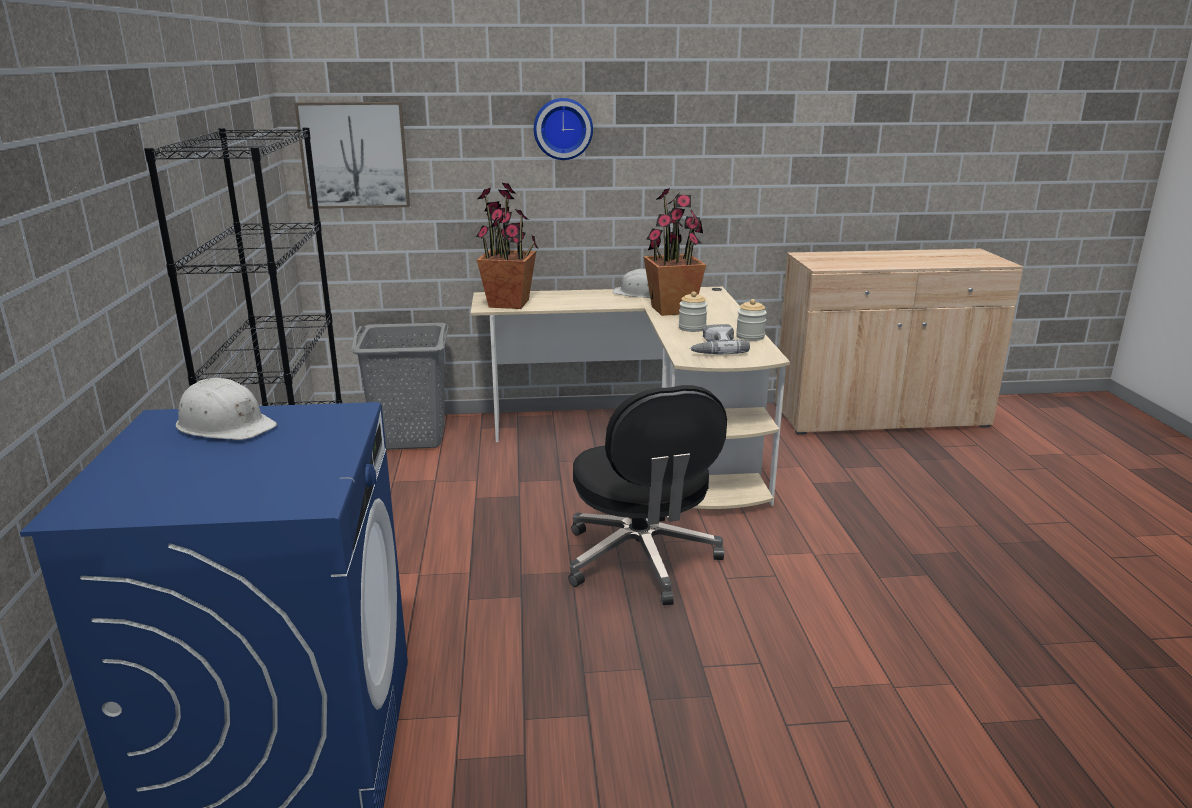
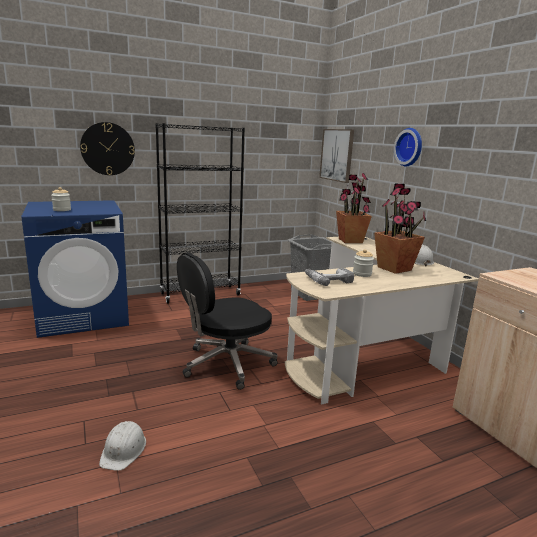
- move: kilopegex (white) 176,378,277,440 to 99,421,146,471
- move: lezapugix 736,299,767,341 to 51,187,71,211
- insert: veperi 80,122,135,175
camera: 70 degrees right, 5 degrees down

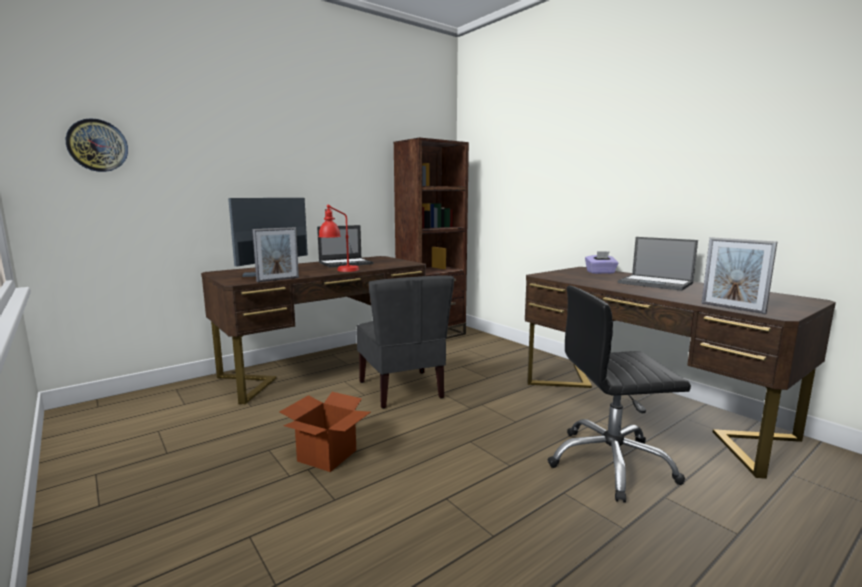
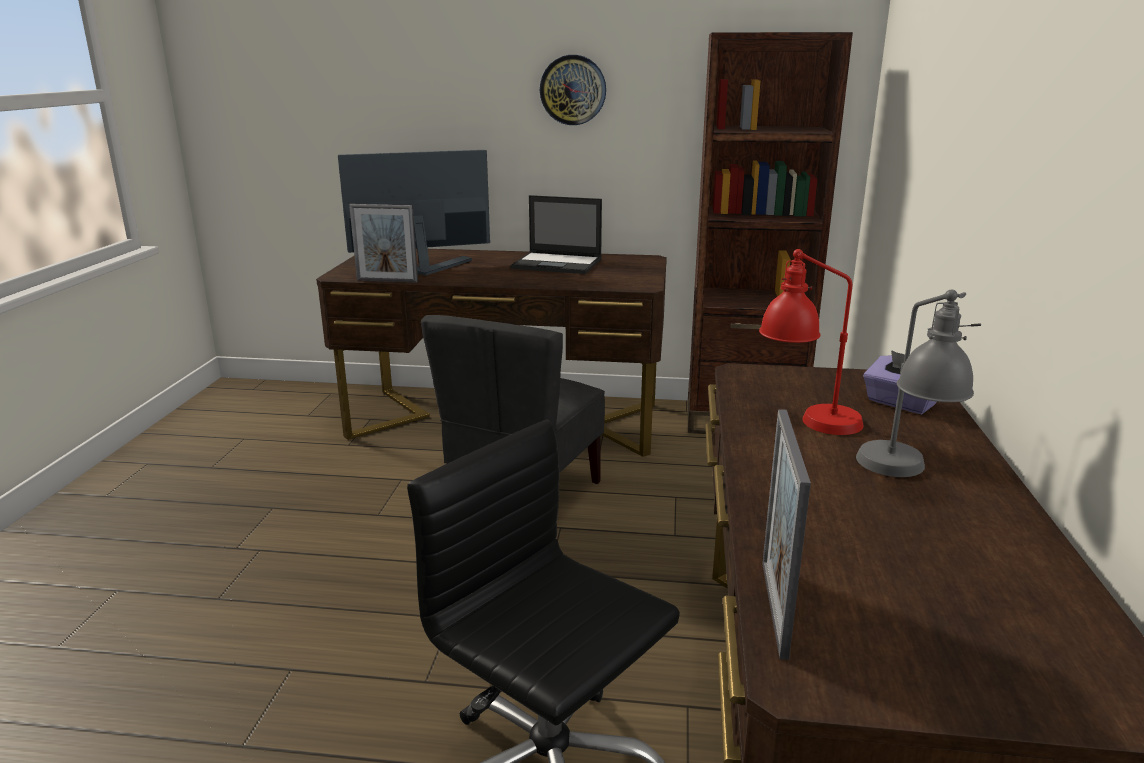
- move: veperi 66,118,128,172 to 540,55,606,125
- delete: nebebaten 279,392,371,472
- move: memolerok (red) 318,205,359,272 to 759,249,864,435
- replace: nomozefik 618,237,698,291 to memolerok (grey) 856,290,981,477
camera: 45 degrees right, 10 degrees up

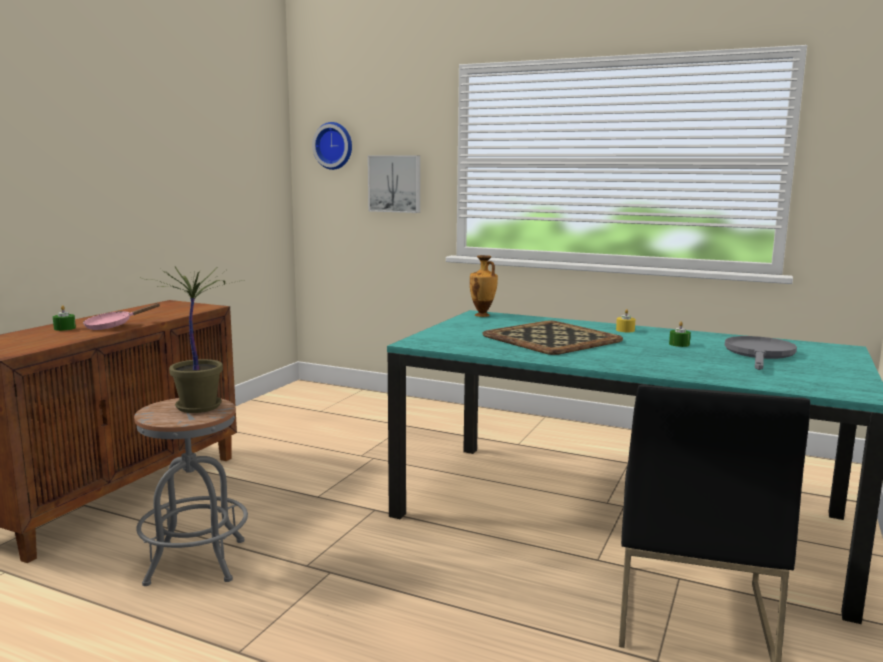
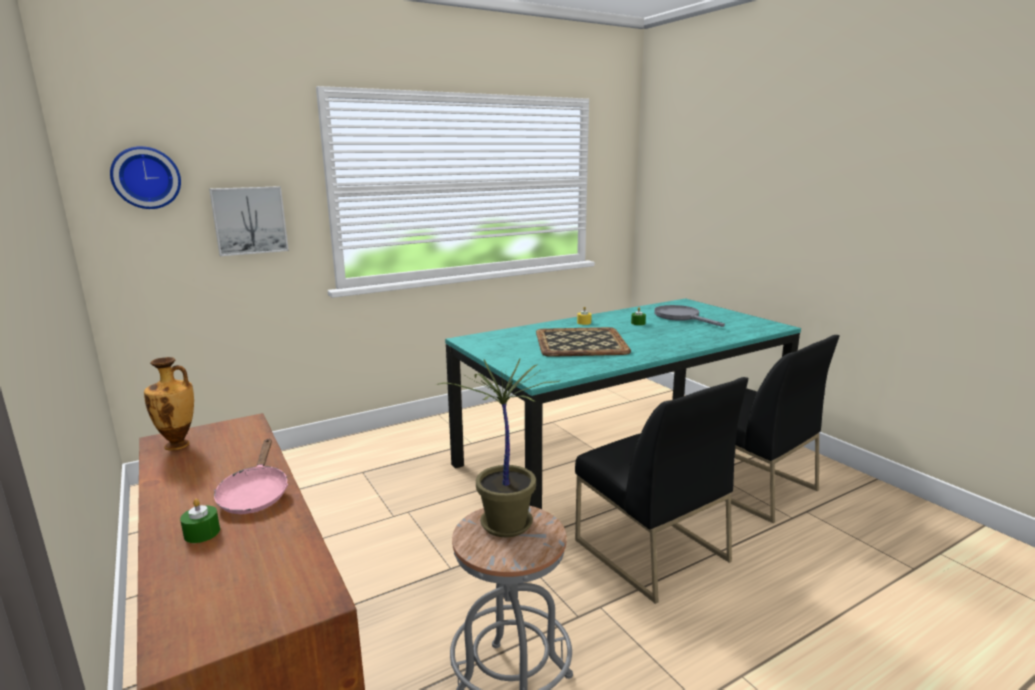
- move: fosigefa 470,255,498,317 to 144,357,194,450
- insert: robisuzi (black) 575,377,749,604
camera: 55 degrees left, 5 degrees up

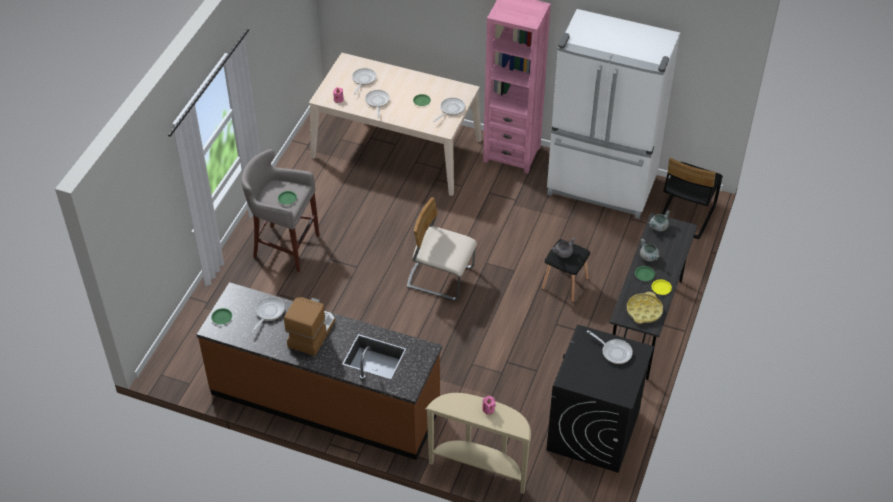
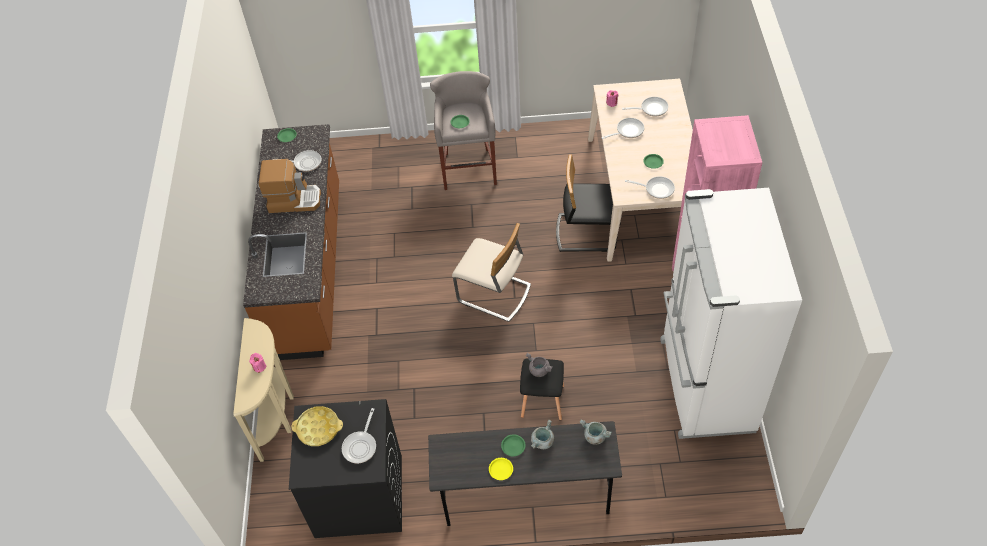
- rotate: robisuzi (beige) 407,197,477,301 = 452,223,531,322 120 degrees clockwise
- move: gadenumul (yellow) 627,292,663,324 to 291,406,343,446
- move: robisuzi (black) 661,158,723,239 to 556,154,621,252
camera: 70 degrees right, 5 degrees up

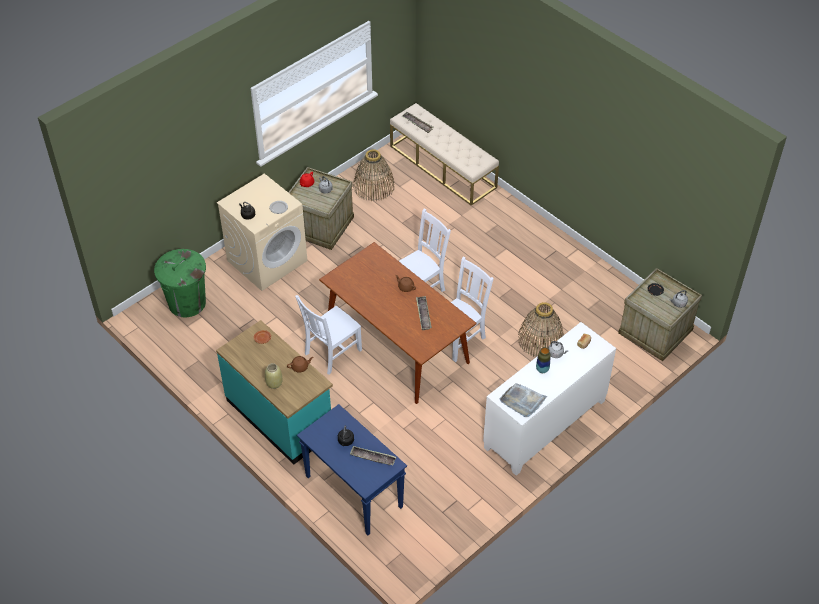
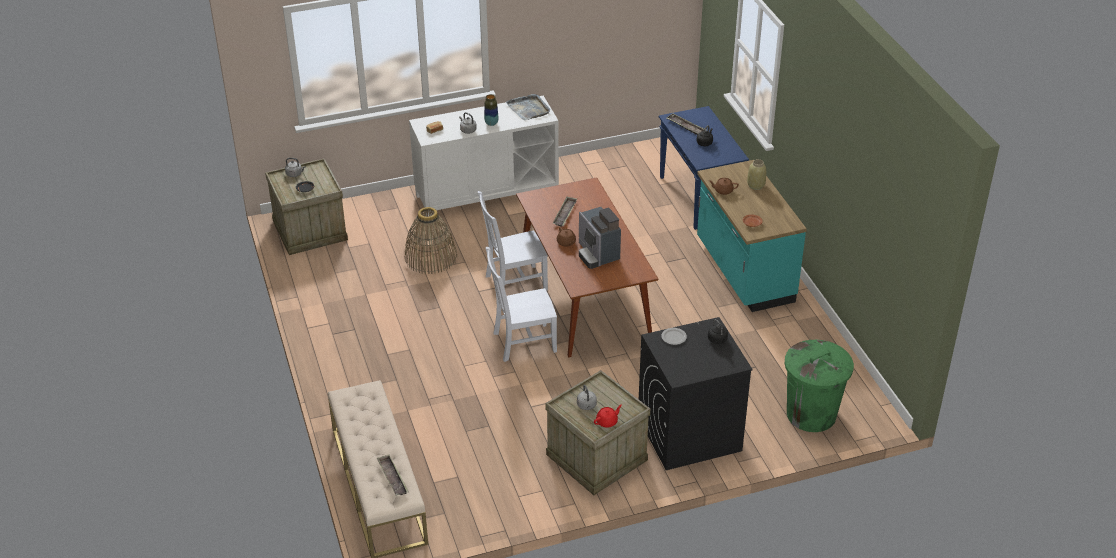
- recolor: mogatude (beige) 217,173,307,291 to mogatude (black) 639,317,753,470
- delete: robisuzi (white) 295,295,362,375
- delete: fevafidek 353,149,395,201
- insert: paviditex 579,207,621,269
camera: 155 degrees left, 10 degrees down

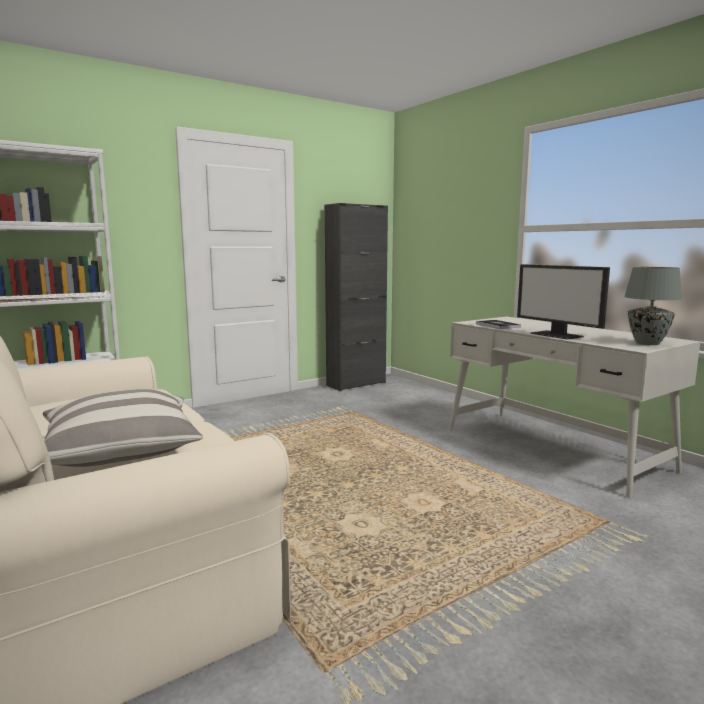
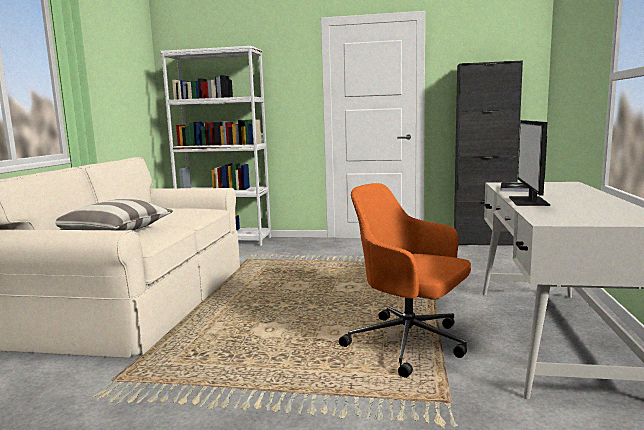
- delete: memolerok (grey) 624,267,682,345
- insert: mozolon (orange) 339,183,471,378
camera: 45 degrees right, 0 degrees up

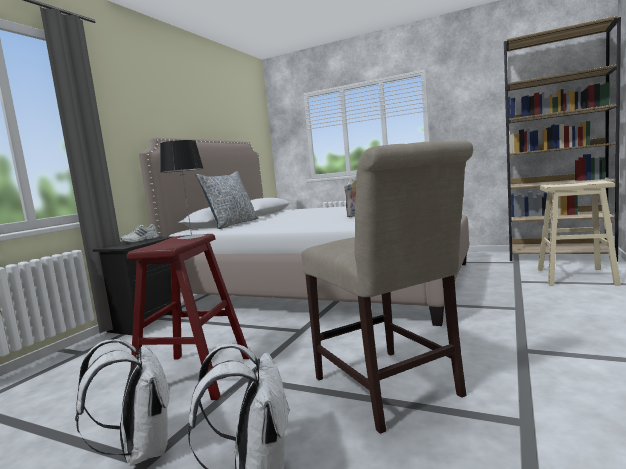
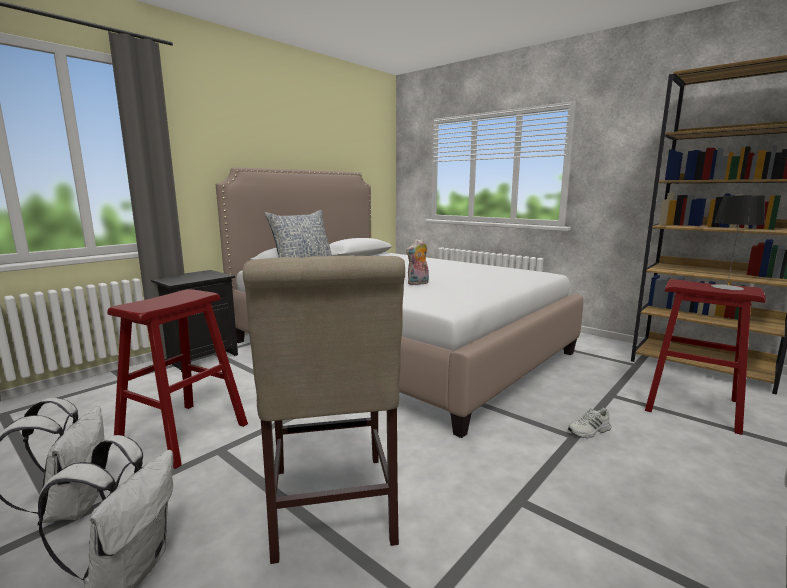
- move: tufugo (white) 121,224,159,243 to 568,408,611,438
- move: memolerok 160,140,206,240 to 711,195,765,291
- recolor: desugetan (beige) 538,181,621,285 to desugetan (red) 645,279,766,435
camera: 15 degrees right, 5 degrees up

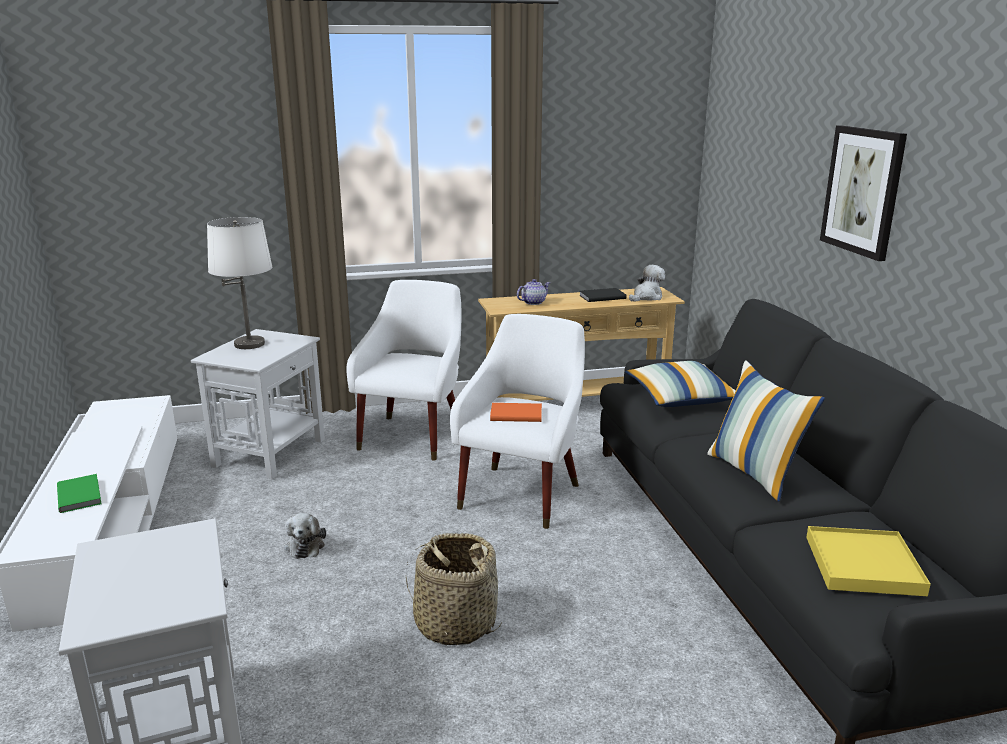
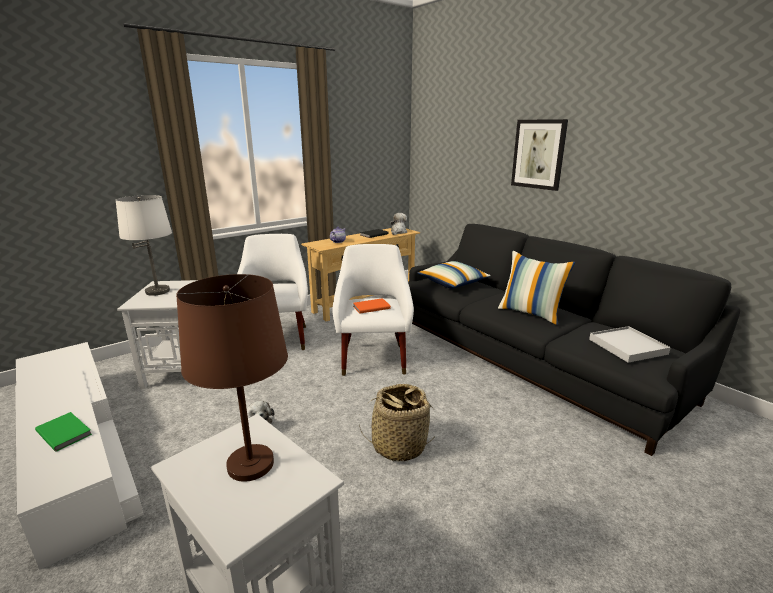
- recolor: gadenumul (yellow) 806,526,931,596 to gadenumul (white) 589,326,671,363
- insert: memolerok (brown) 176,274,288,482
camera: 25 degrees left, 0 degrees up

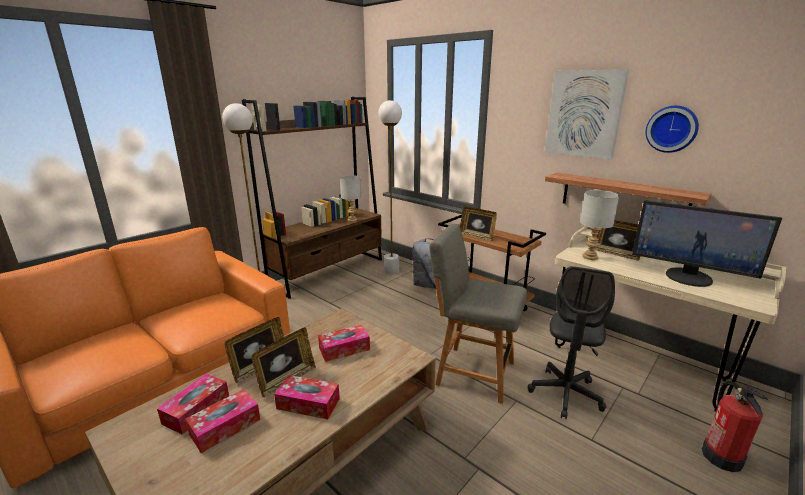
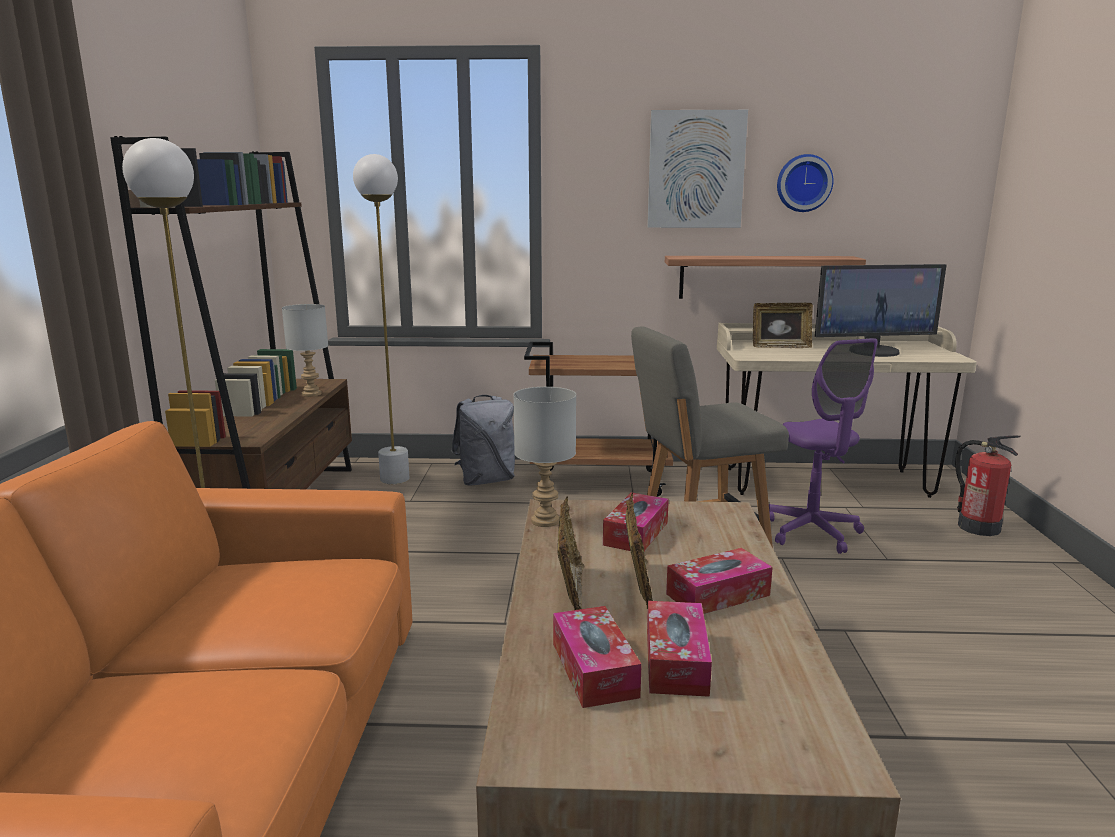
- delete: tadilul 460,206,497,241
- recolor: mozolon (grey) 528,266,615,419 to mozolon (purple) 769,338,877,554
- move: memolerok (grey) 580,190,619,260 to 513,387,576,527
camera: 40 degrees left, 5 degrees down

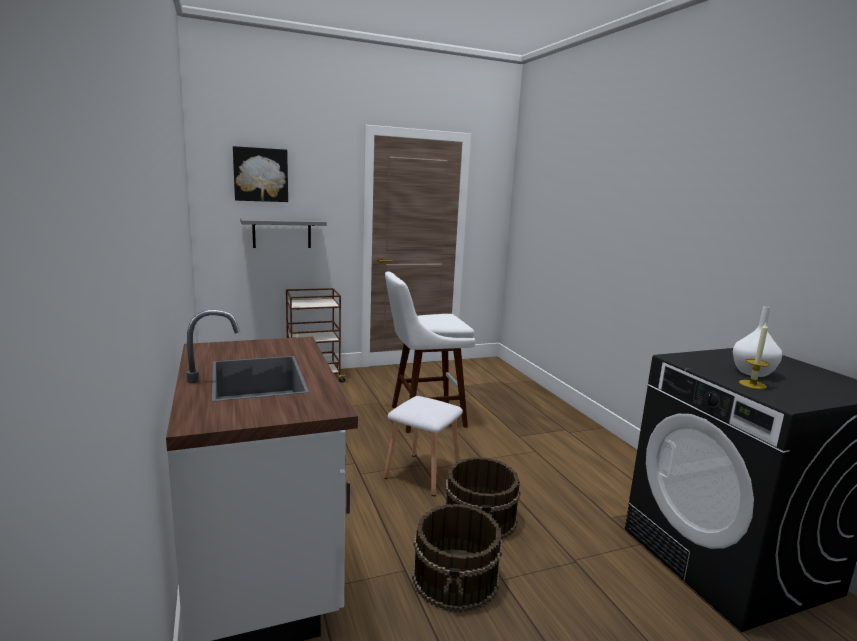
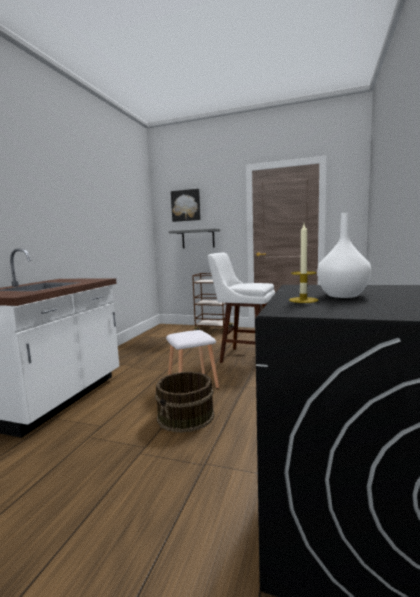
- delete: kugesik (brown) 412,504,502,613
camera: 40 degrees right, 5 degrees down

